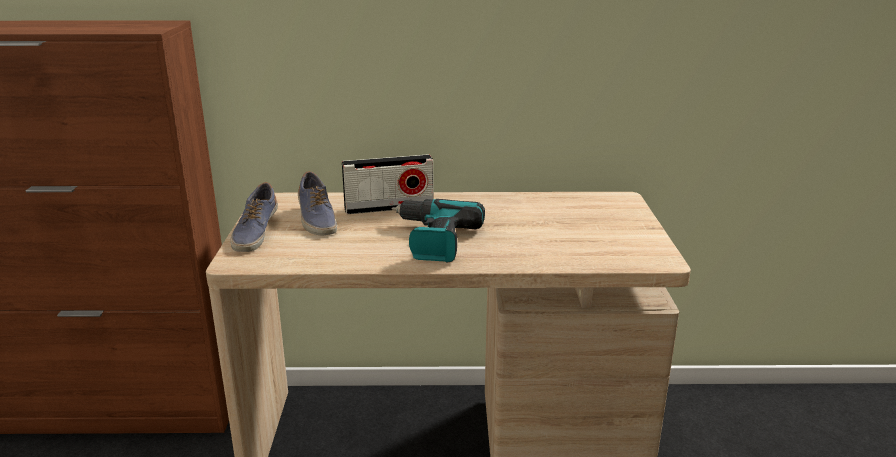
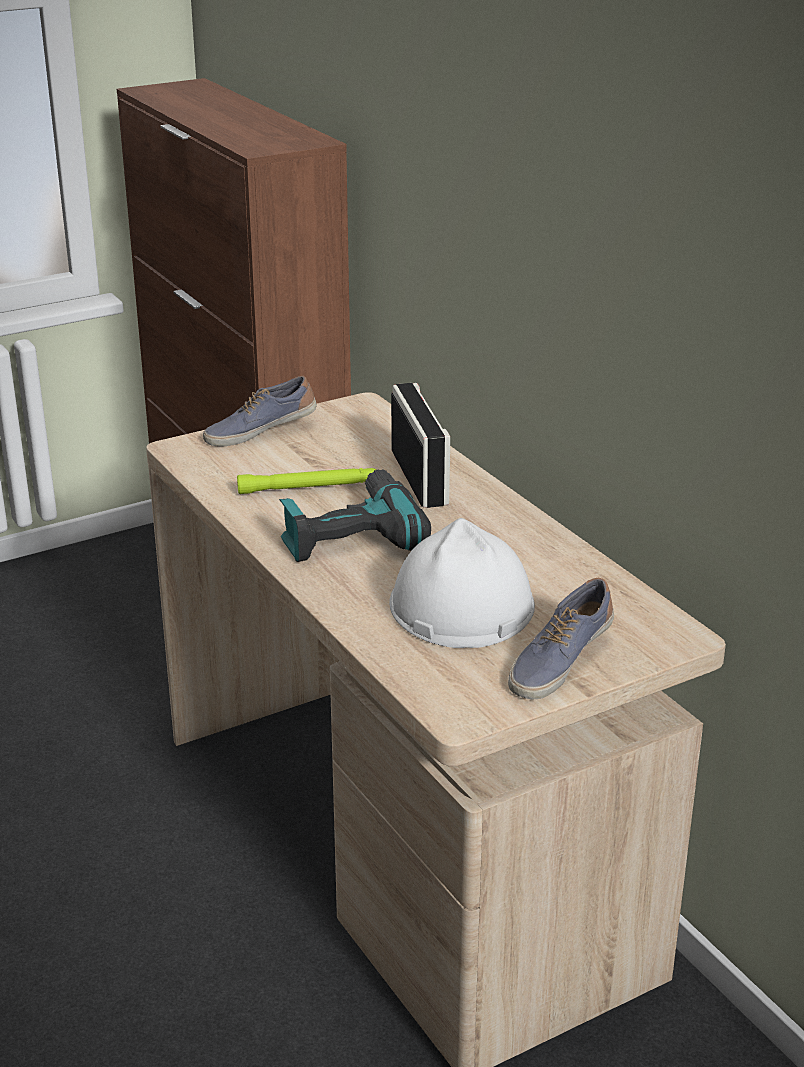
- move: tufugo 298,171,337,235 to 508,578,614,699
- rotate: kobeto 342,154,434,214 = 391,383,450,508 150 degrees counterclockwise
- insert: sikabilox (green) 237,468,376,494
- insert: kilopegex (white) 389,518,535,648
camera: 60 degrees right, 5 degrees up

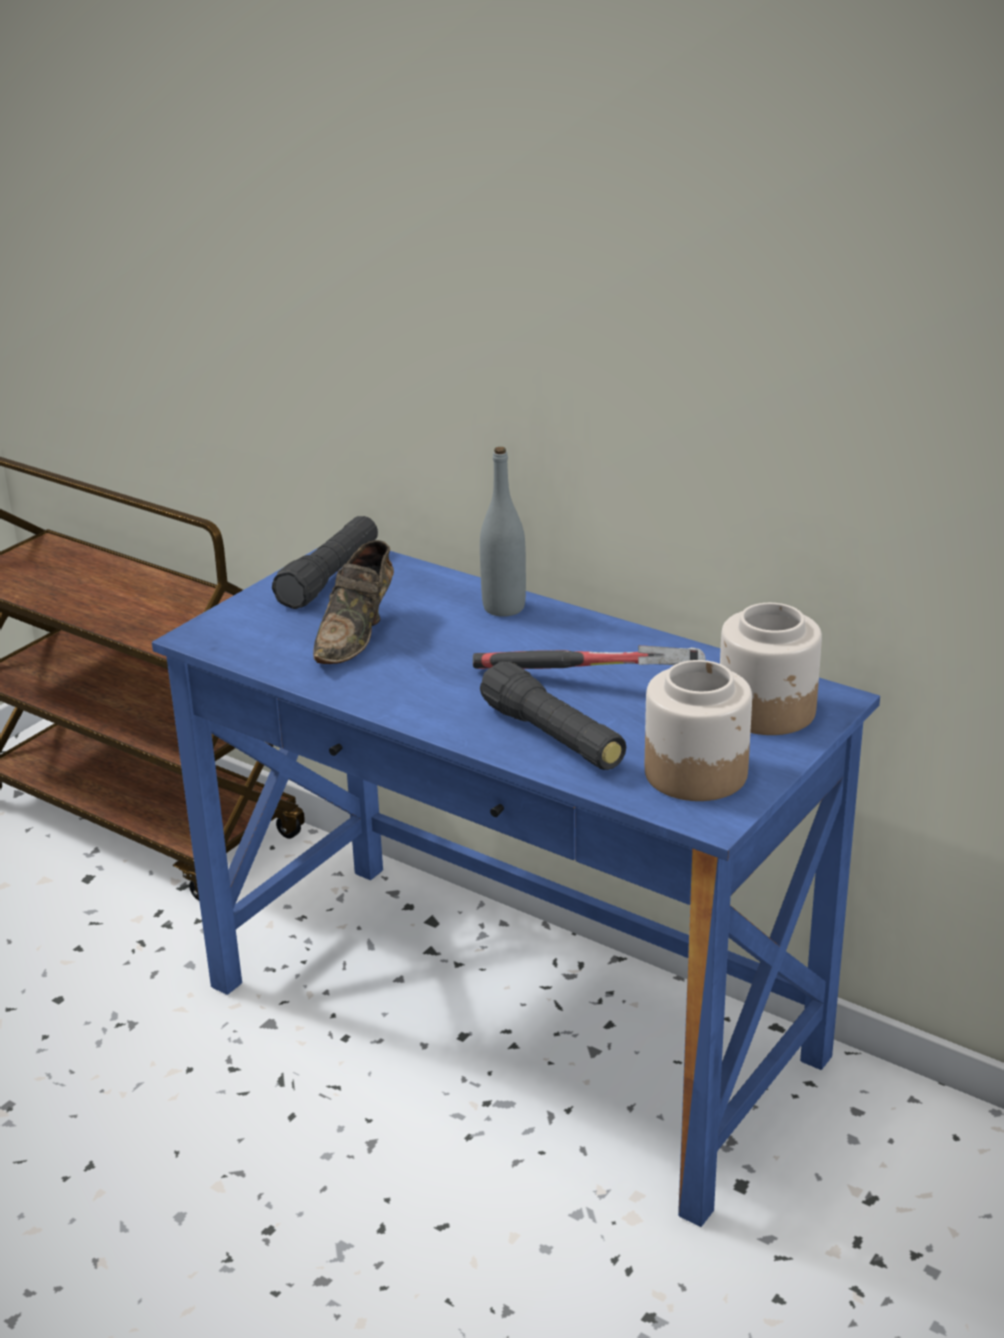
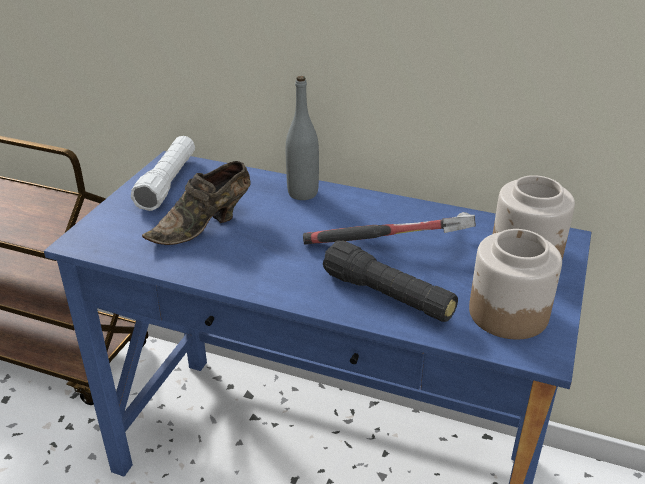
- recolor: sikabilox (black) 272,516,378,609 to sikabilox (white) 131,136,195,211
- rotate: tufugo (brown) 313,540,394,664 = 142,161,251,245 45 degrees clockwise
camera: 15 degrees left, 5 degrees up

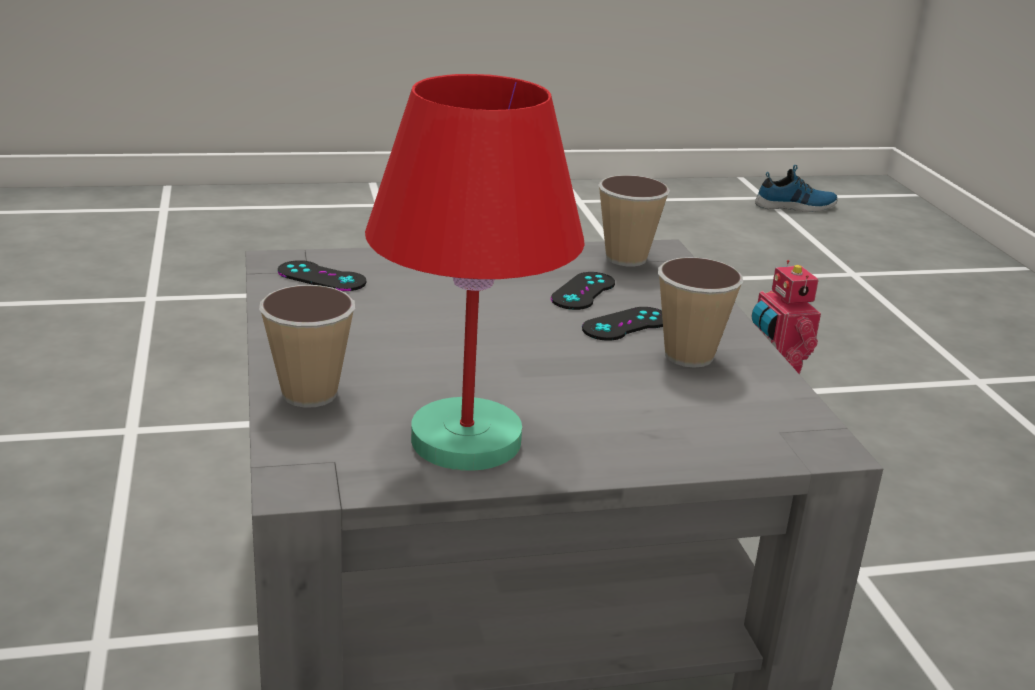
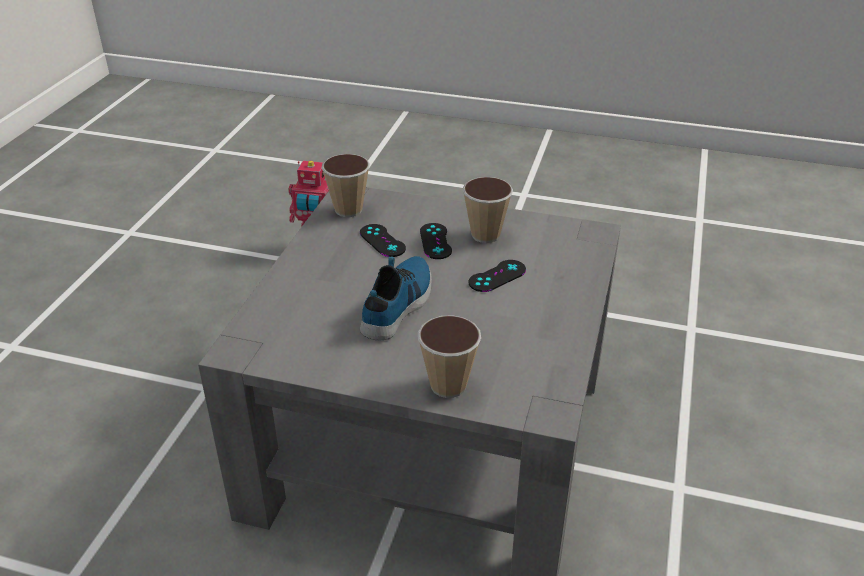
- move: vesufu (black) 278,260,366,291 to 469,260,526,292
- delete: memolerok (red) 365,74,585,471
- move: tufugo 755,165,838,212 to 360,256,432,341
camera: 60 degrees left, 10 degrees up

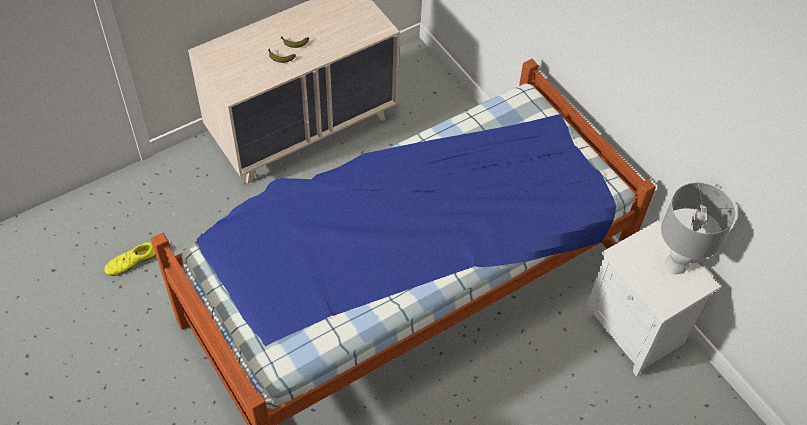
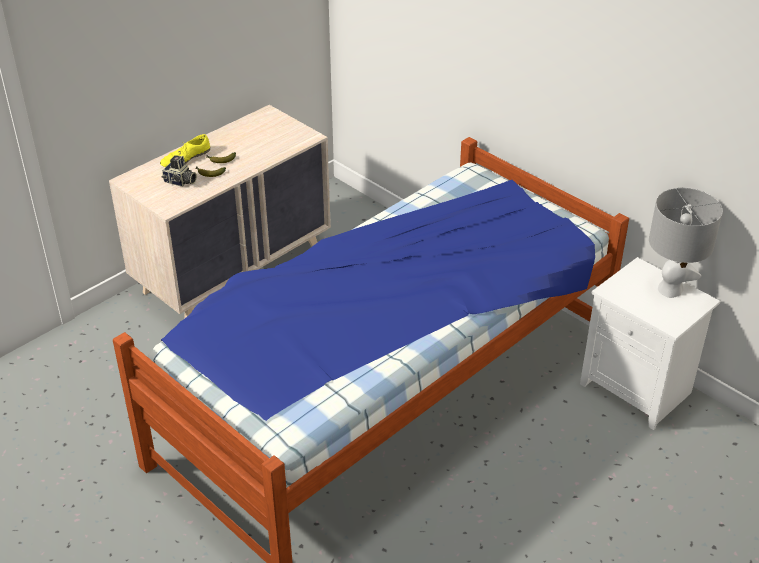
- move: tufugo (yellow) 104,242,156,276 to 160,134,210,167
- insert: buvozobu 161,155,197,187
camera: 10 degrees left, 15 degrees down

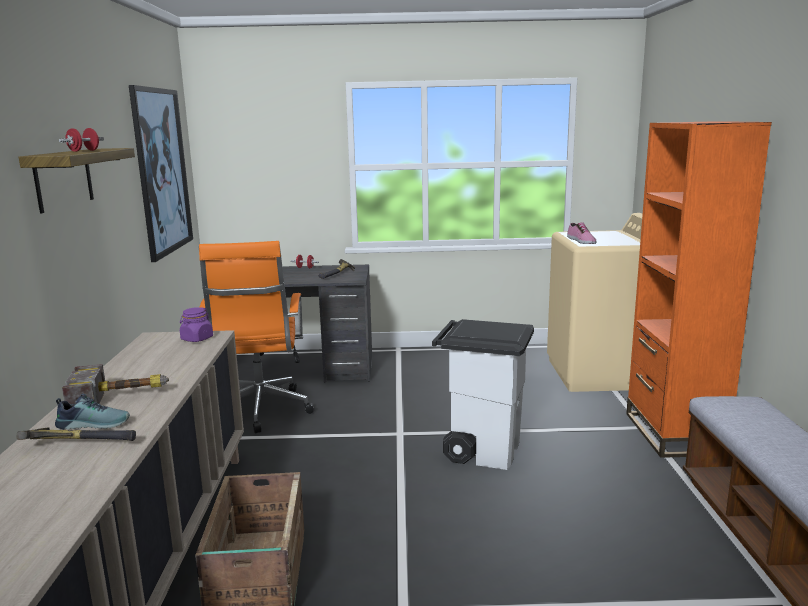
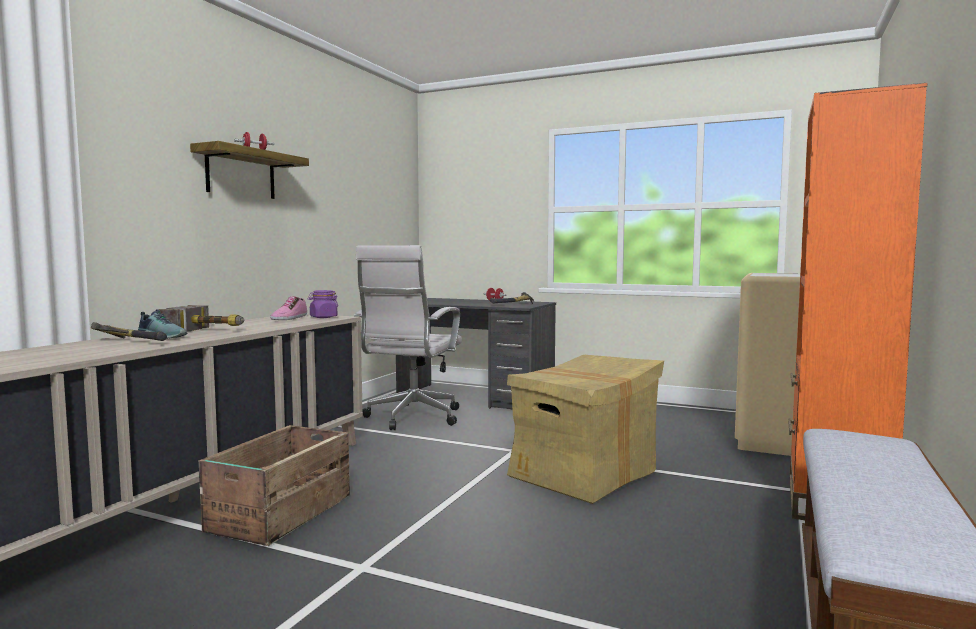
- delete: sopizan 129,85,193,262
- recolor: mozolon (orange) 198,241,314,434 to mozolon (white) 354,245,462,430
- replace: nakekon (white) 432,319,534,470 to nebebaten 507,355,664,504
- move: tufugo 567,222,597,244 to 270,296,307,320
camera: 25 degrees right, 10 degrees down

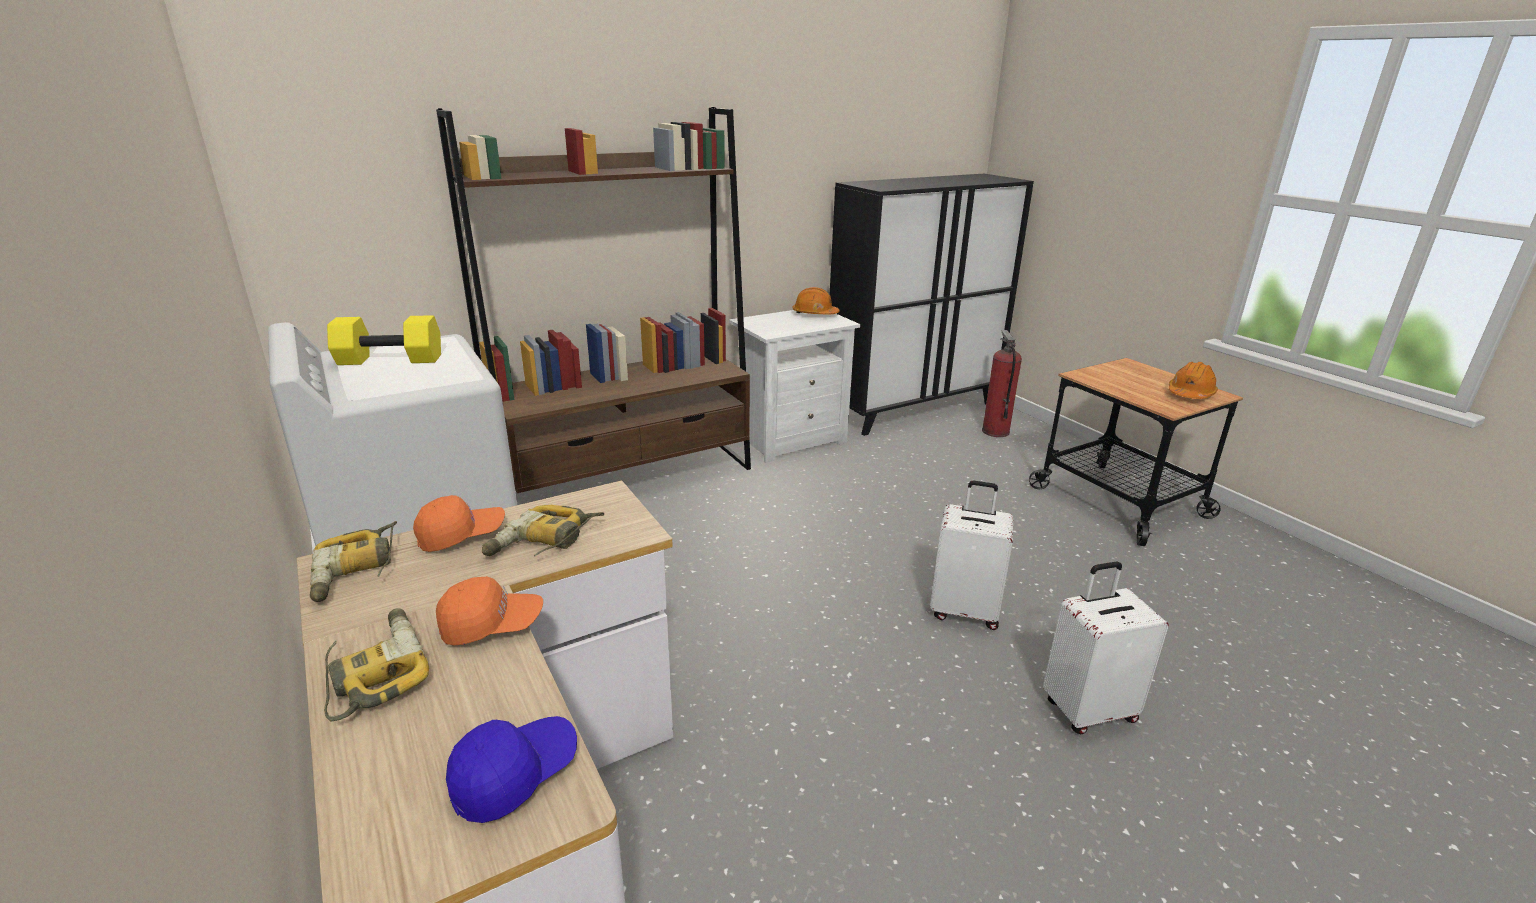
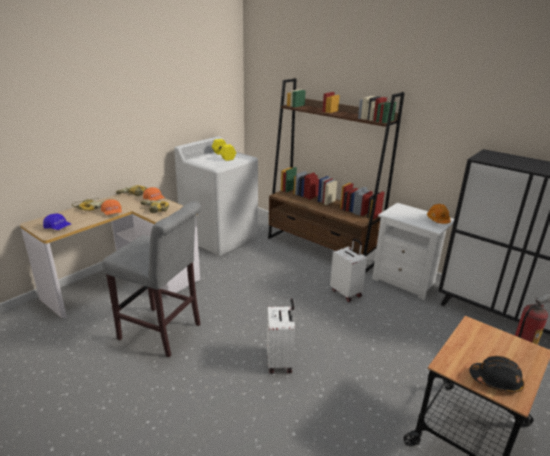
- move: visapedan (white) 1043,562,1169,734 to 330,238,367,302
- recolor: kilopegex (orange) 1169,362,1218,399 to kilopegex (black) 469,356,524,393
- insert: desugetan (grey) 102,201,201,357
camera: 70 degrees right, 0 degrees up

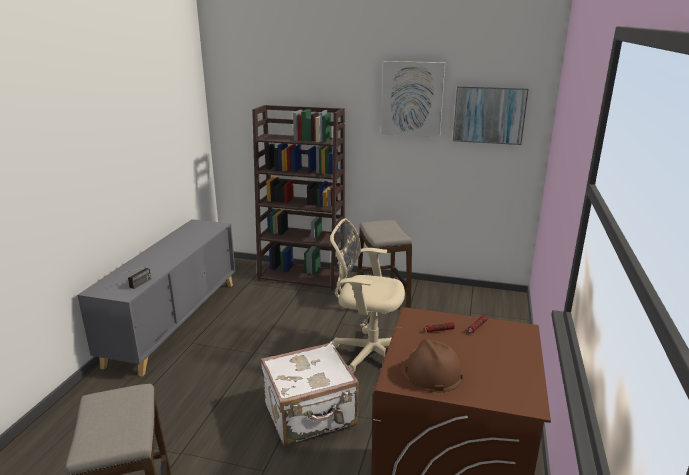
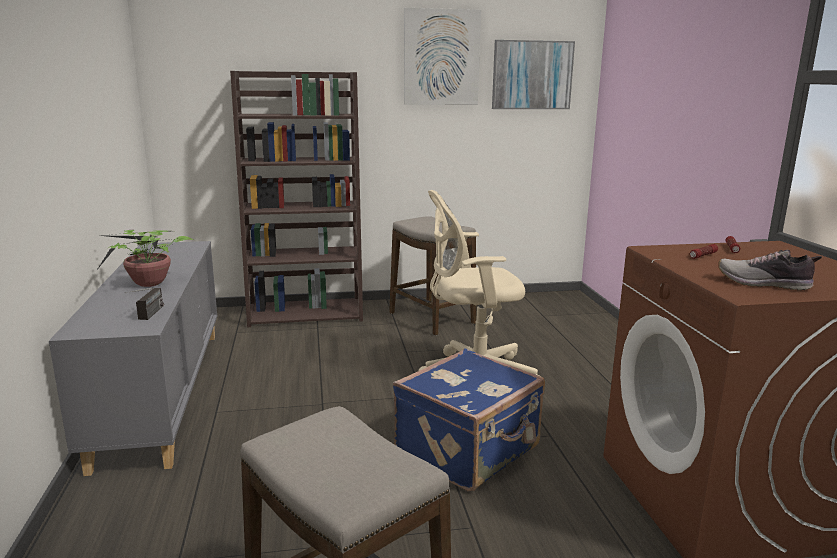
- recolor: visapedan (white) 261,342,359,446 to visapedan (blue) 393,348,545,491
- replace: kilopegex (brown) 401,339,463,392 to tufugo 718,250,822,290
- insert: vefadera 96,230,193,287
camera: 25 degrees left, 5 degrees down

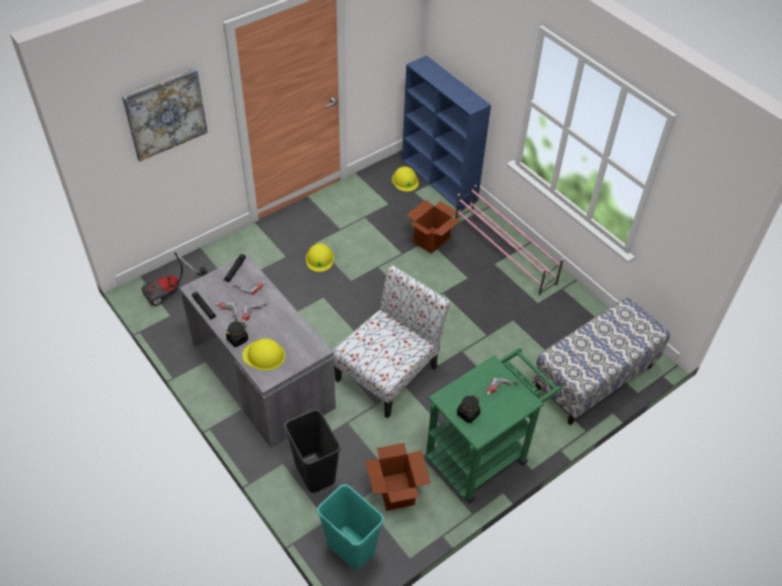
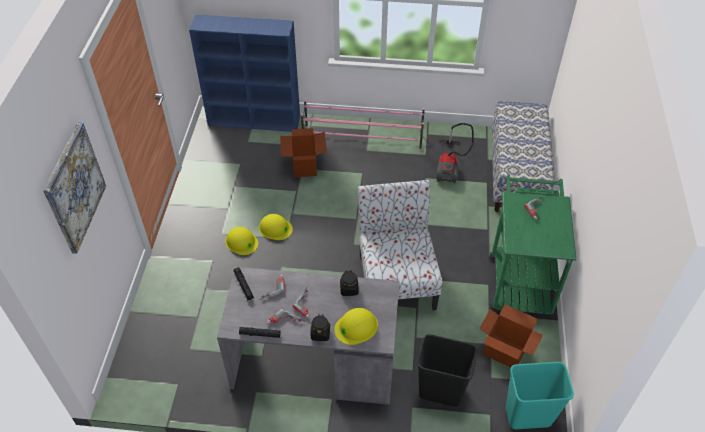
- move: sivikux 142,252,208,306 to 436,123,474,184
- move: kilopegex (yellow) 392,166,419,192 to 259,214,293,240
- move: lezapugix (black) 457,395,480,423 to 340,270,359,296
camera: 45 degrees left, 0 degrees up

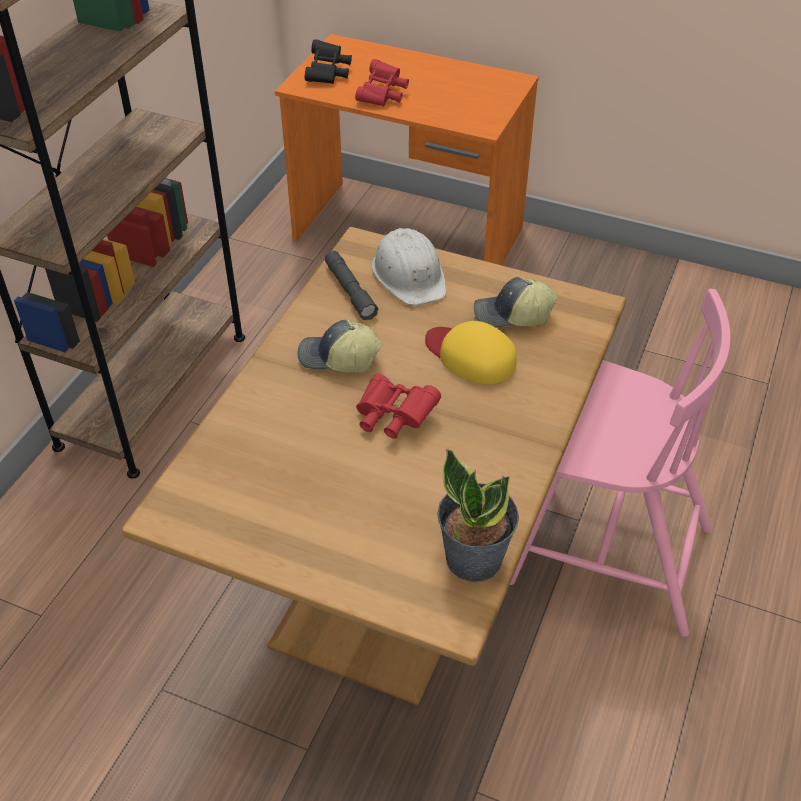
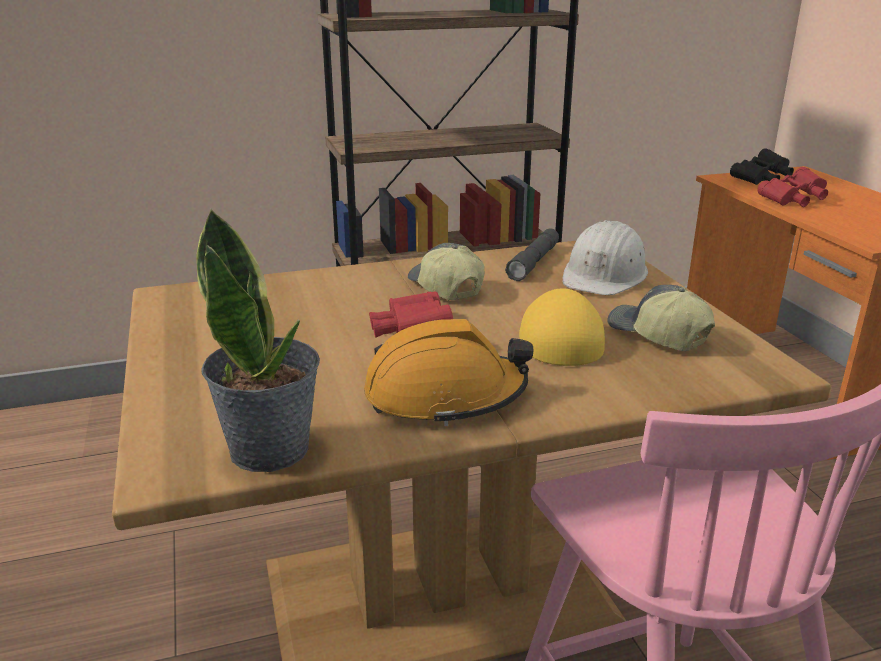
- insert: kilopegex (orange) 364,319,533,426
camera: 50 degrees right, 20 degrees down

